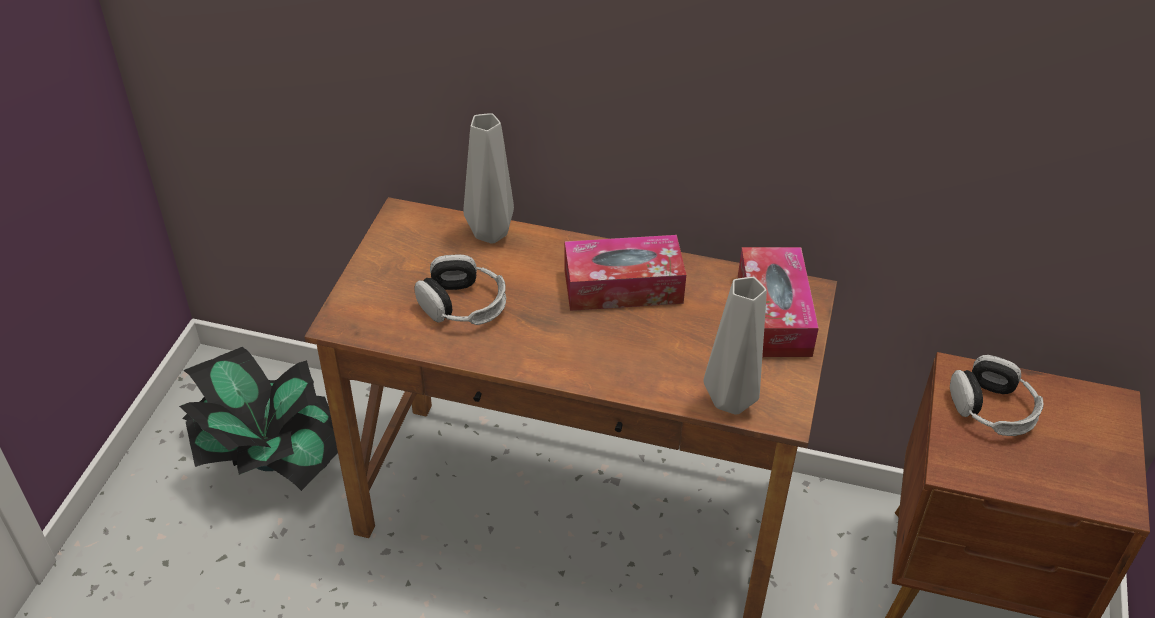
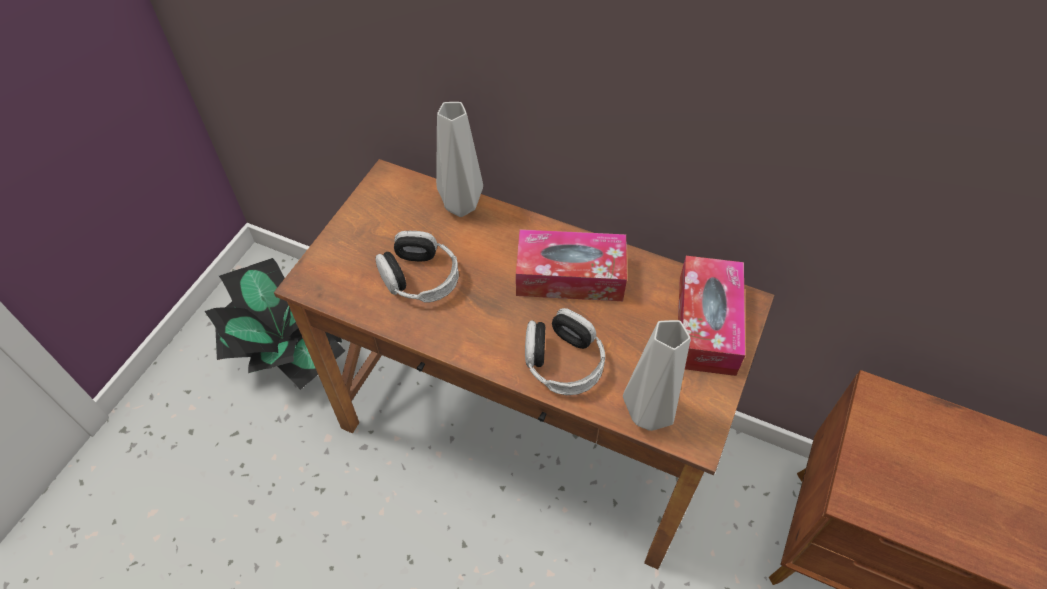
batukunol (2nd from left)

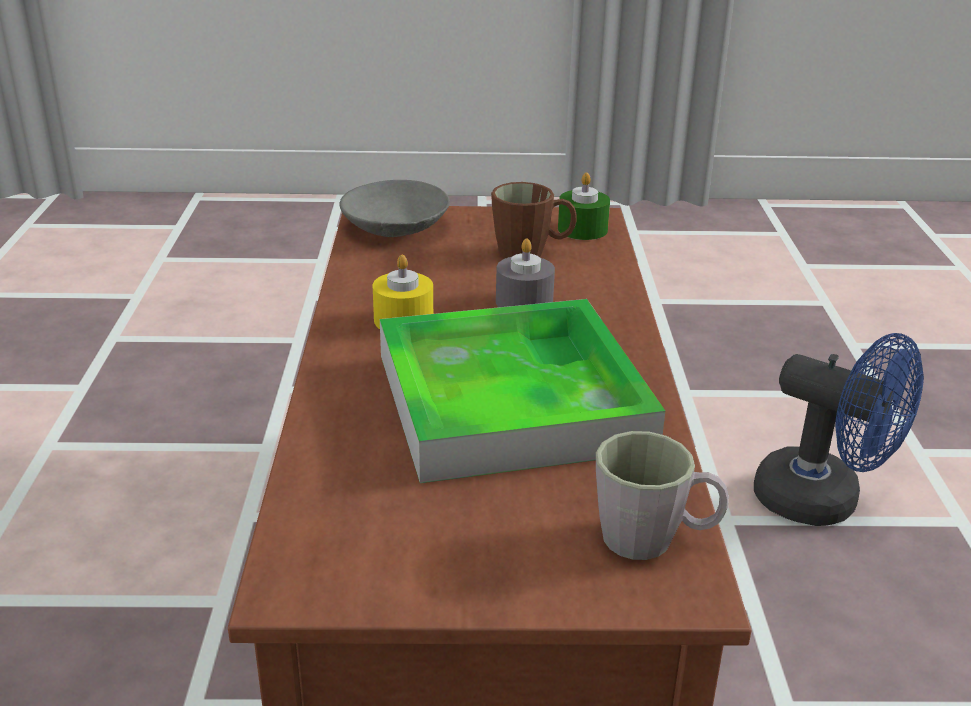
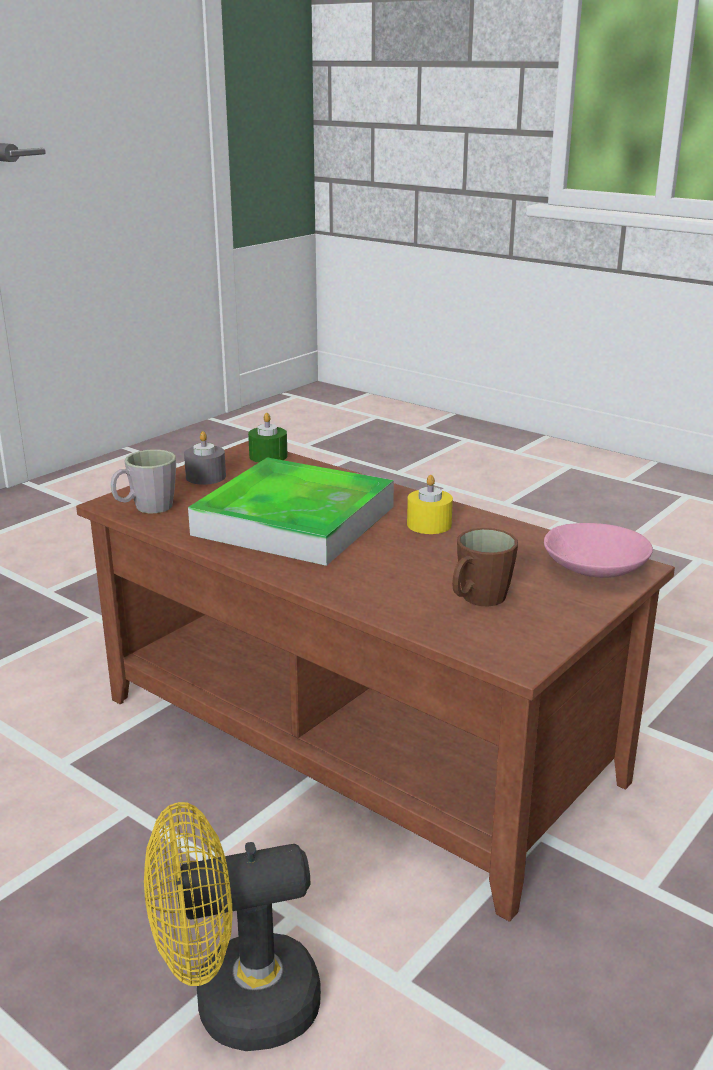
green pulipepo; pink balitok; grey pulipepo; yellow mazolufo

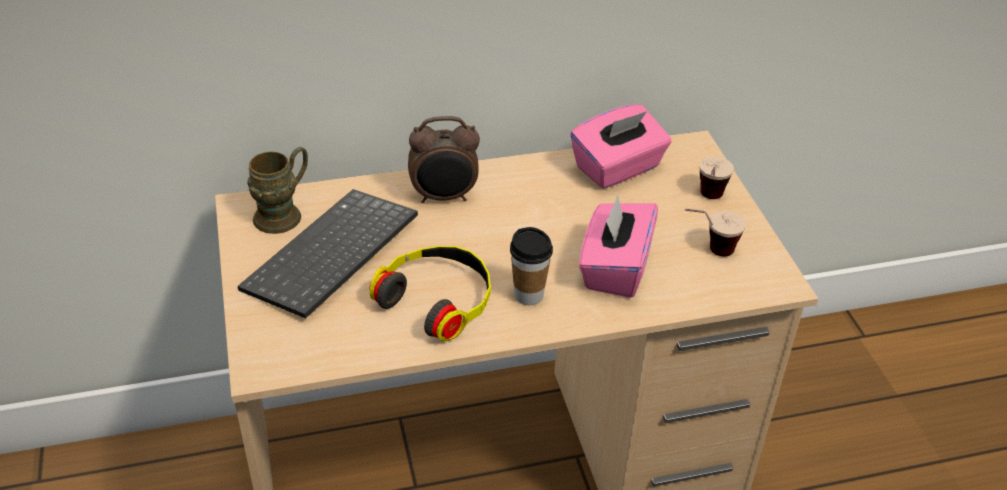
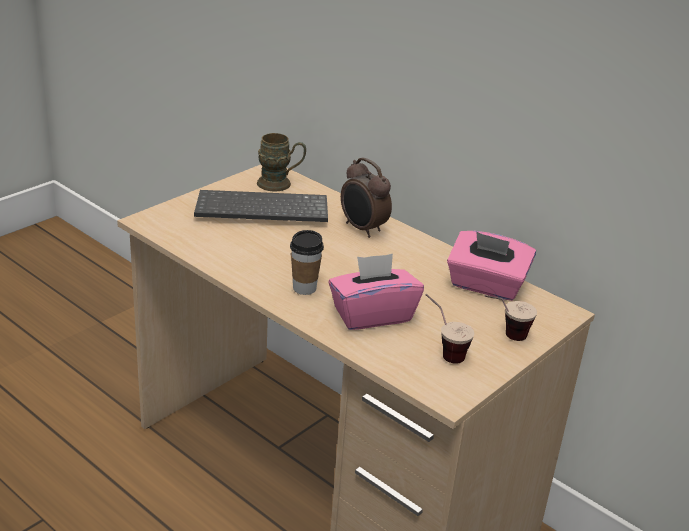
batukunol

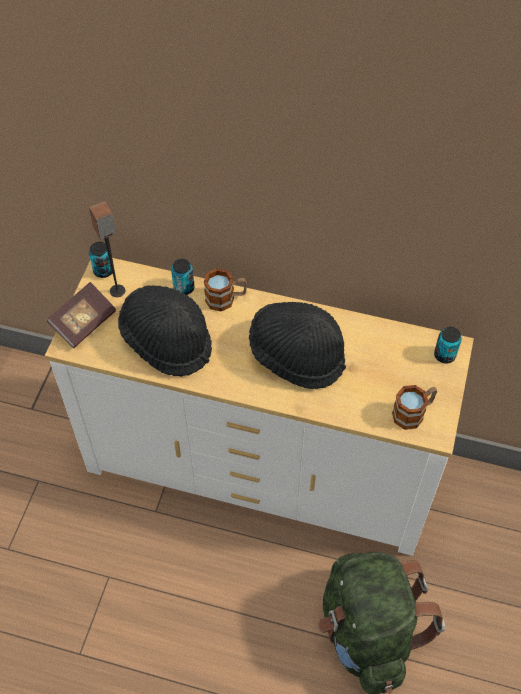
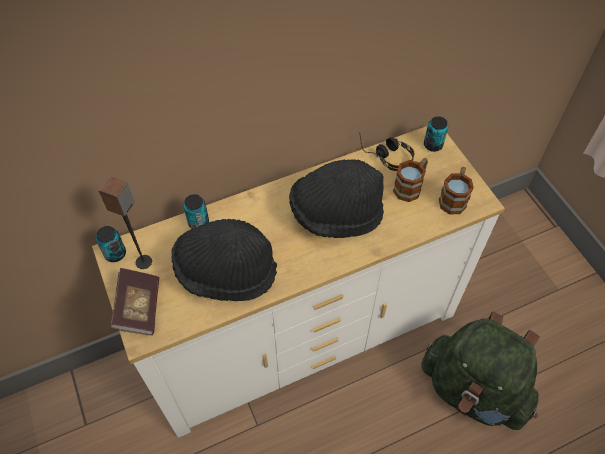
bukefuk (1st from left); batukunol

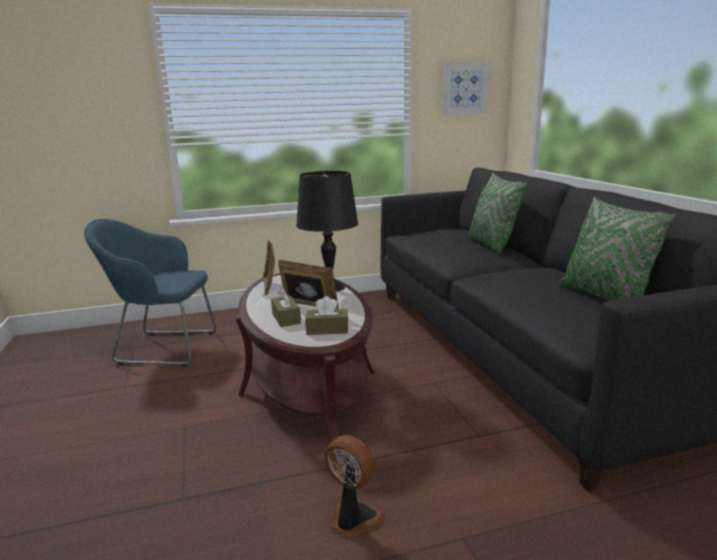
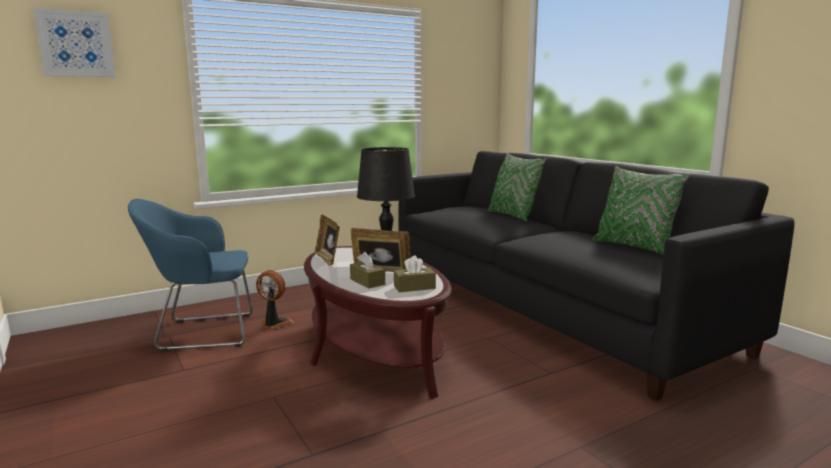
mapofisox; mazolufo

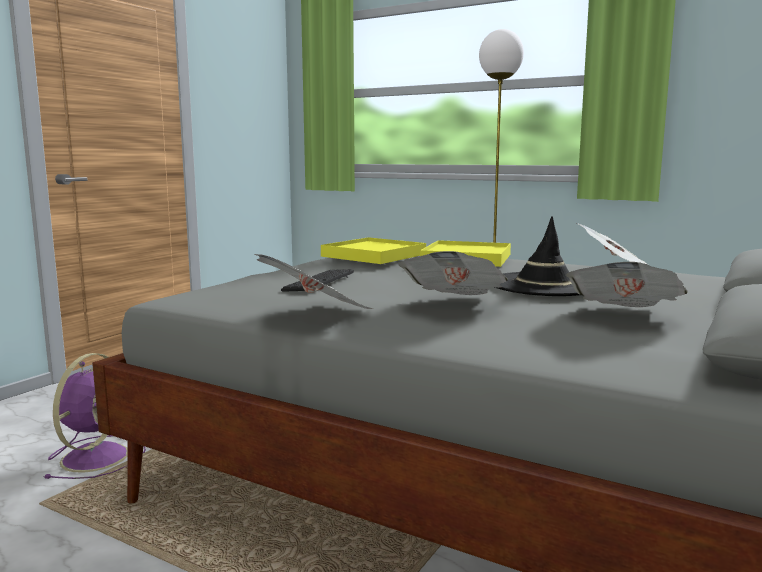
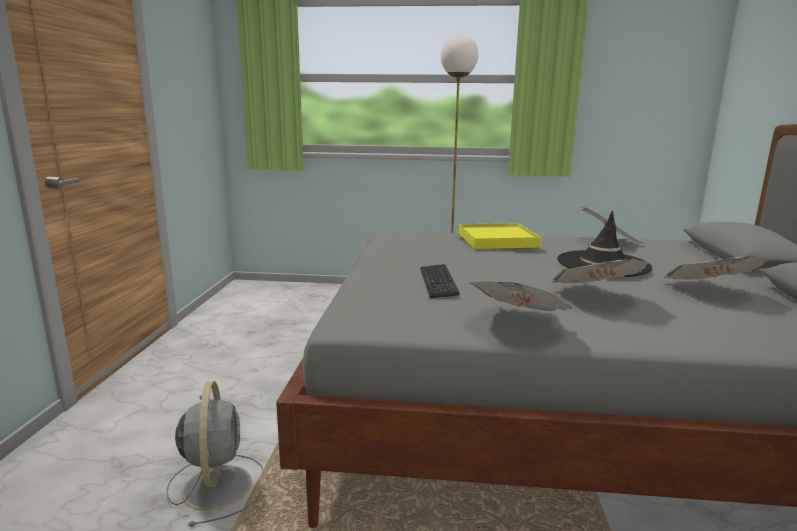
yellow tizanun (1st from left in the first image); grey mazolufo

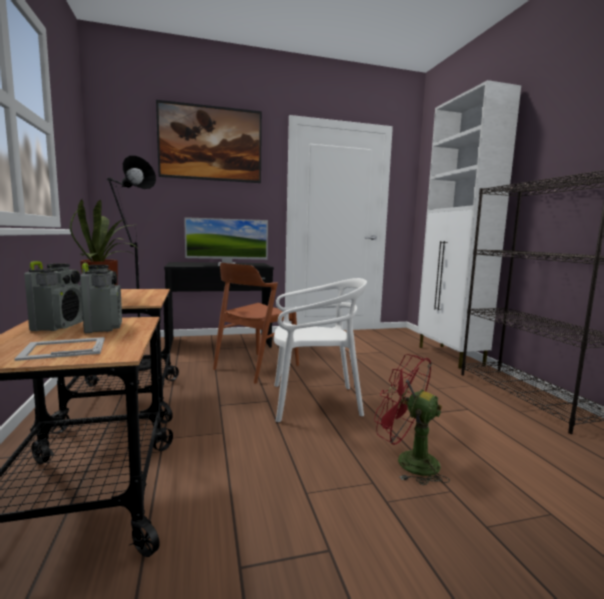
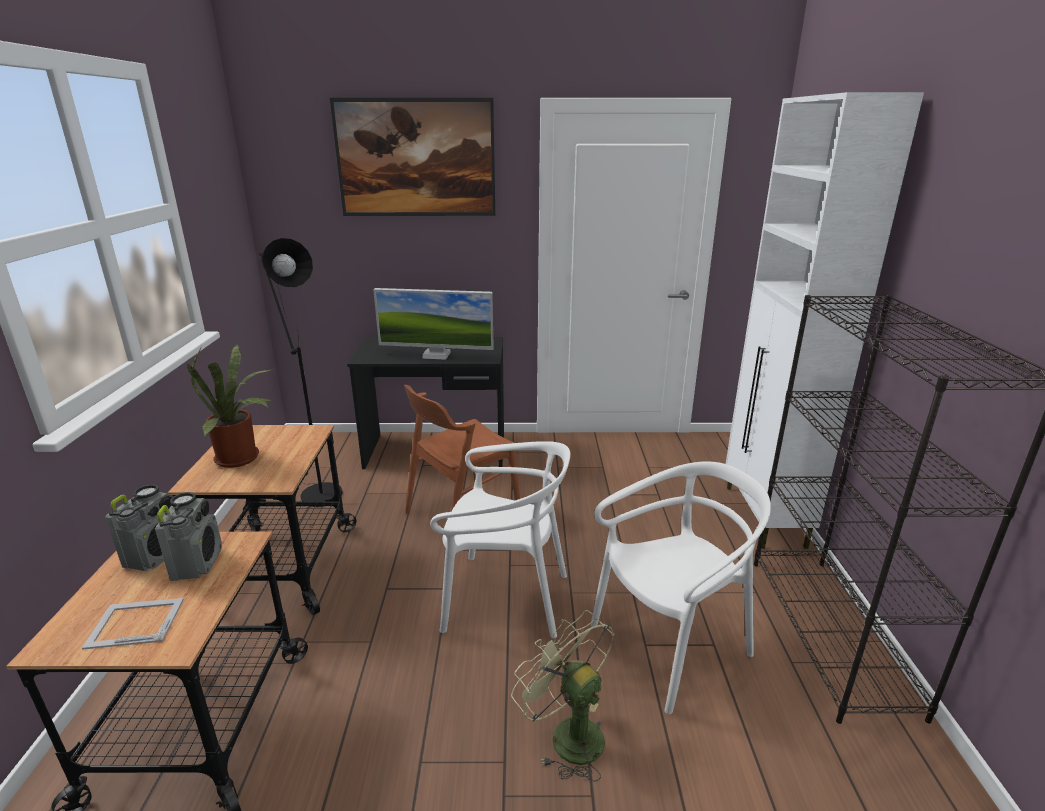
green mazolufo; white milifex (2nd from left)

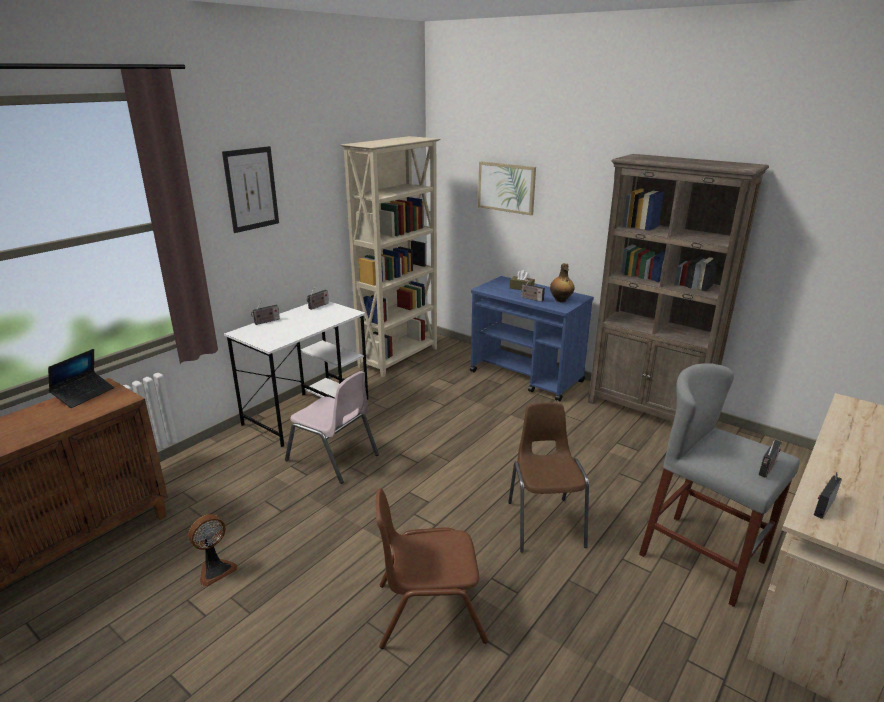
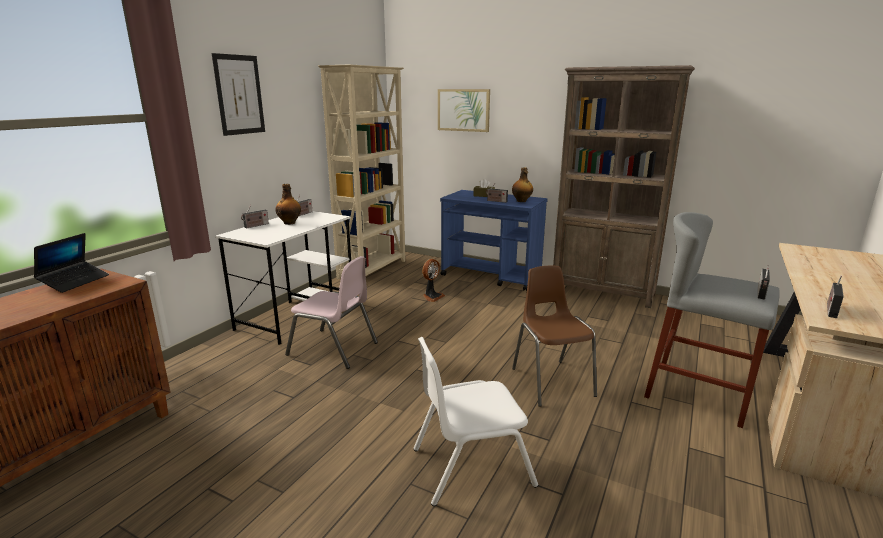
white milifex; mazolufo; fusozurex (1st from left)

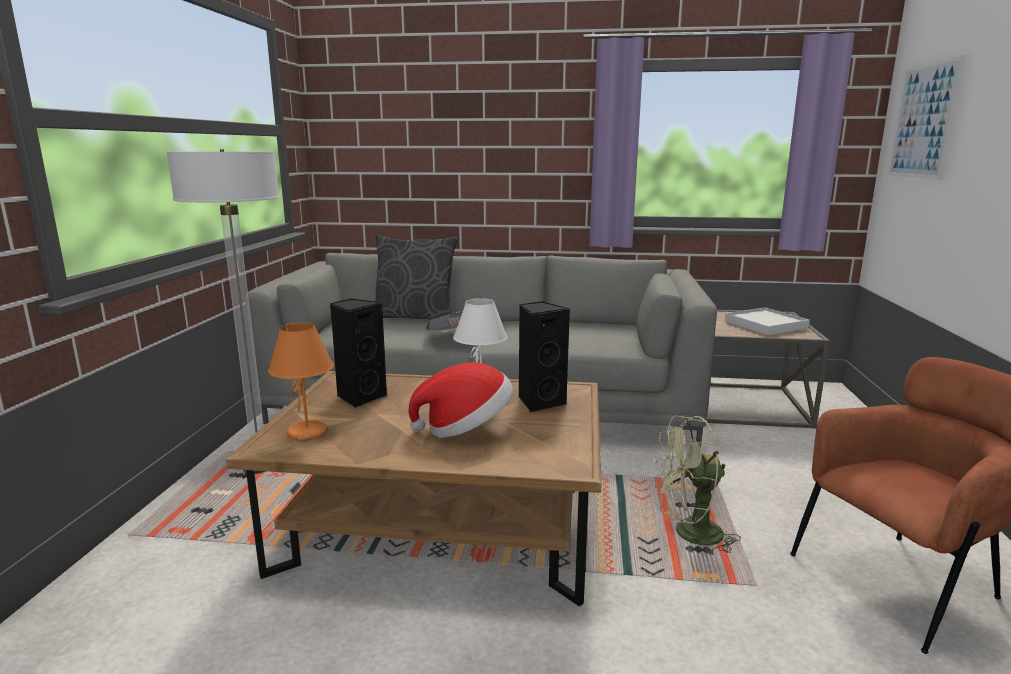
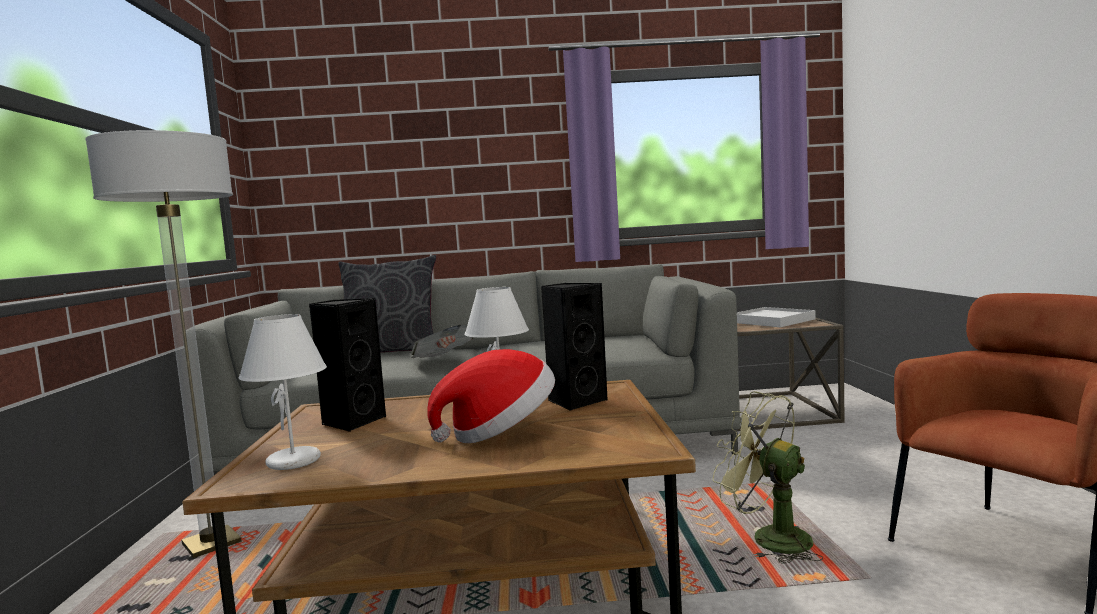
mapofisox; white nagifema (1st from left); green mazolufo

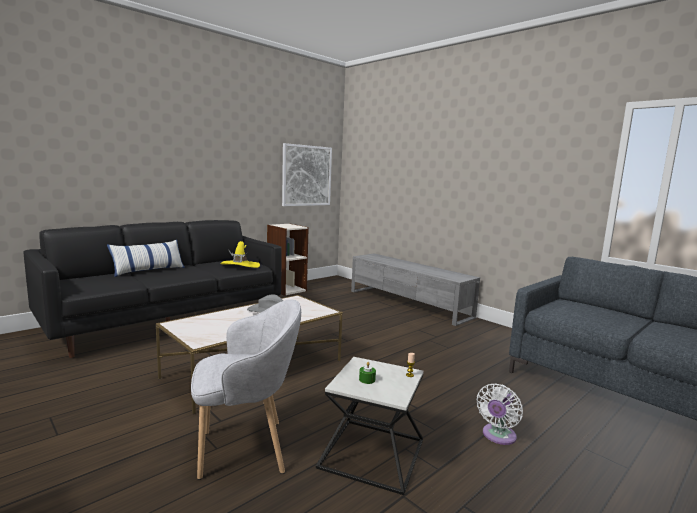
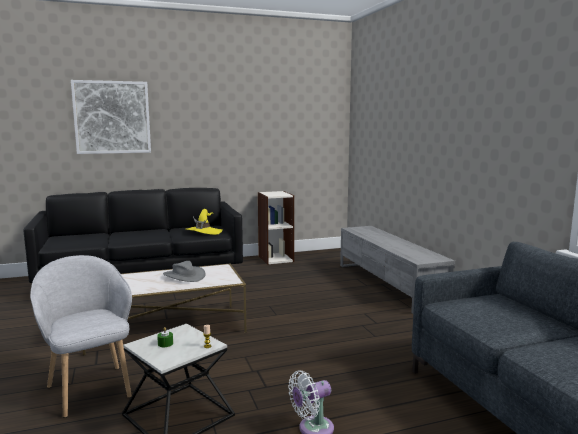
mapofisox; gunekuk; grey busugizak

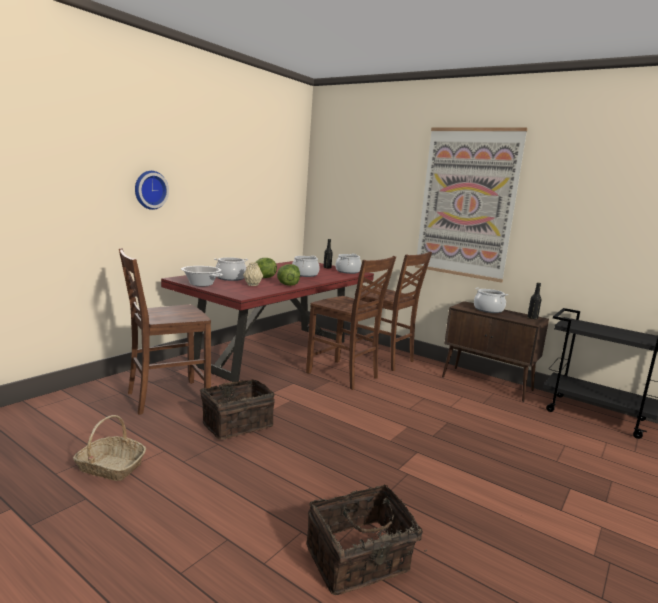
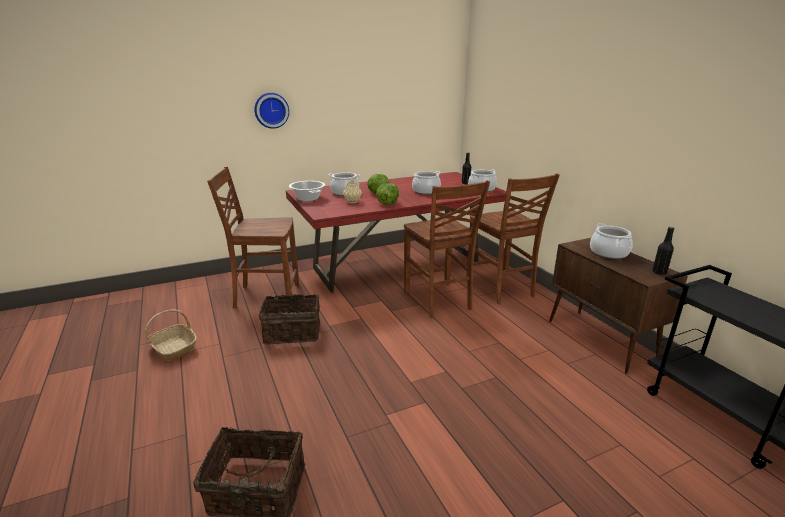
mapofisox

